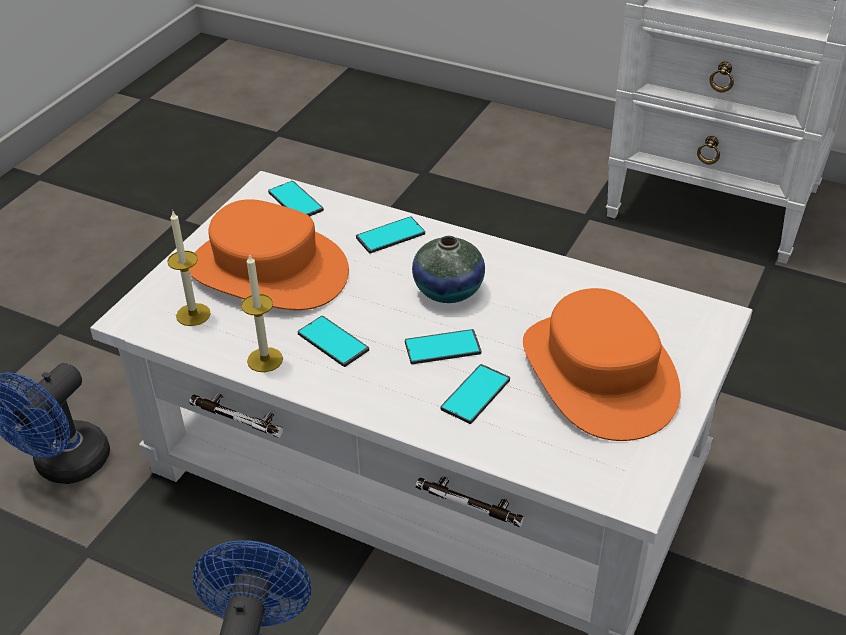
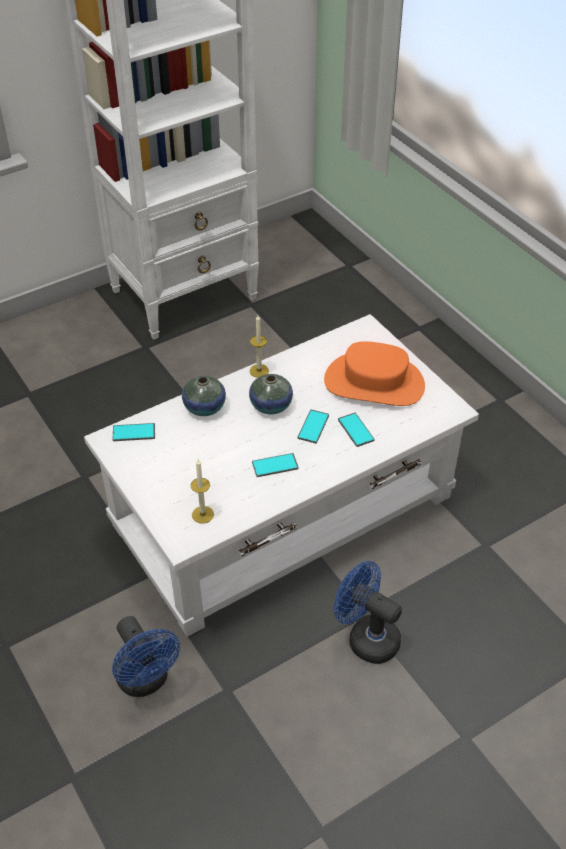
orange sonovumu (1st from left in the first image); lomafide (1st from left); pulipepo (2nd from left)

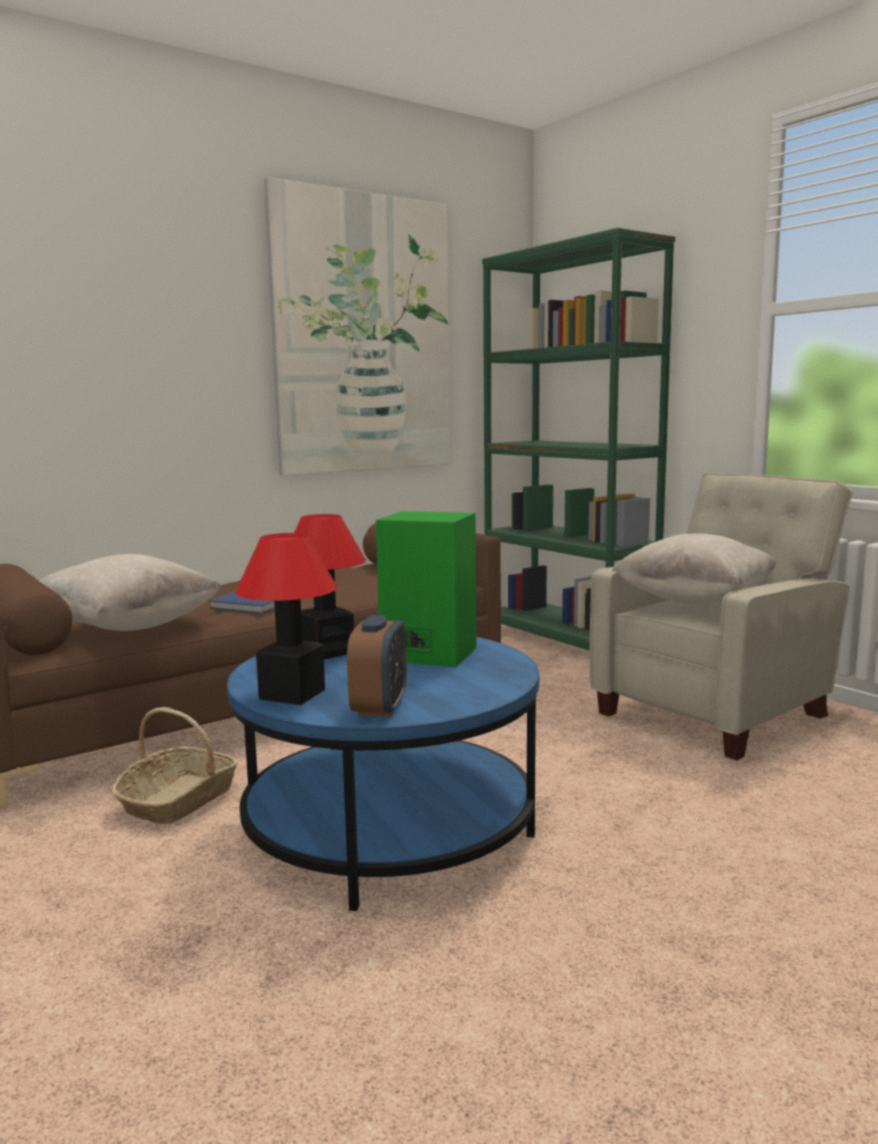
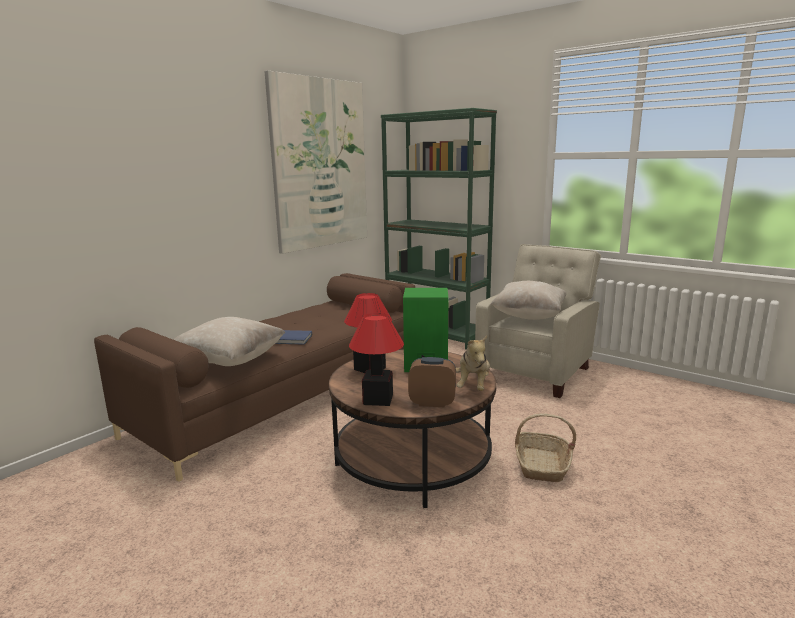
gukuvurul; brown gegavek; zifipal; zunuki

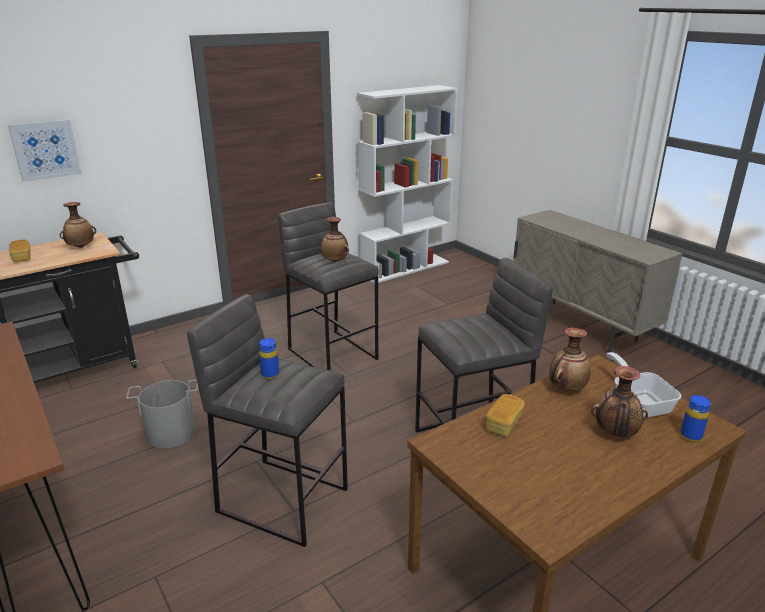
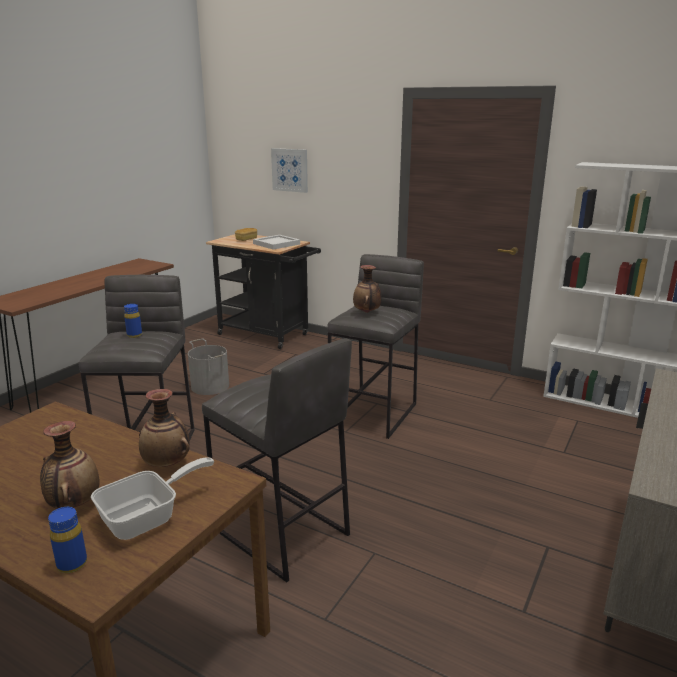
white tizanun; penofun (2nd from left in the first image)

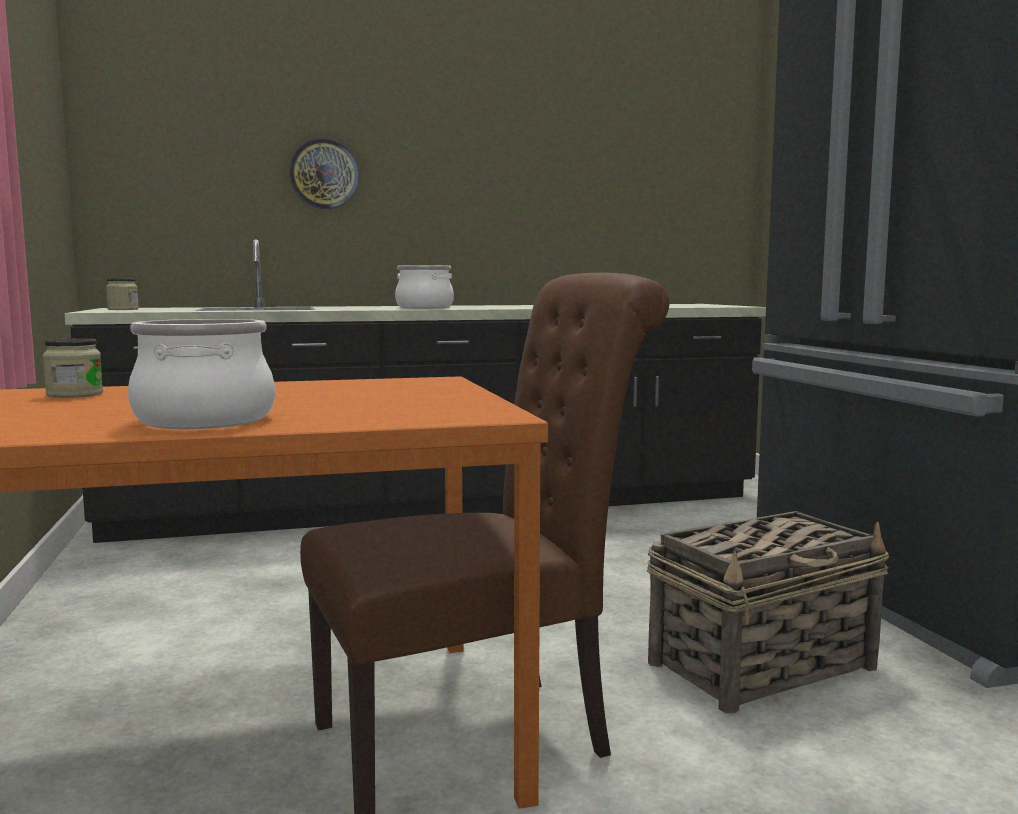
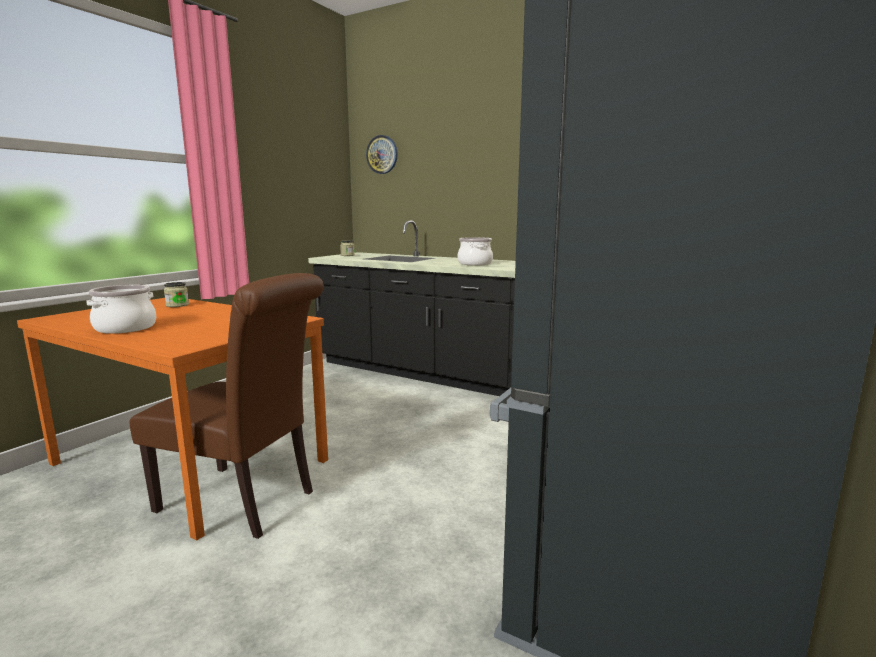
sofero; zifipal

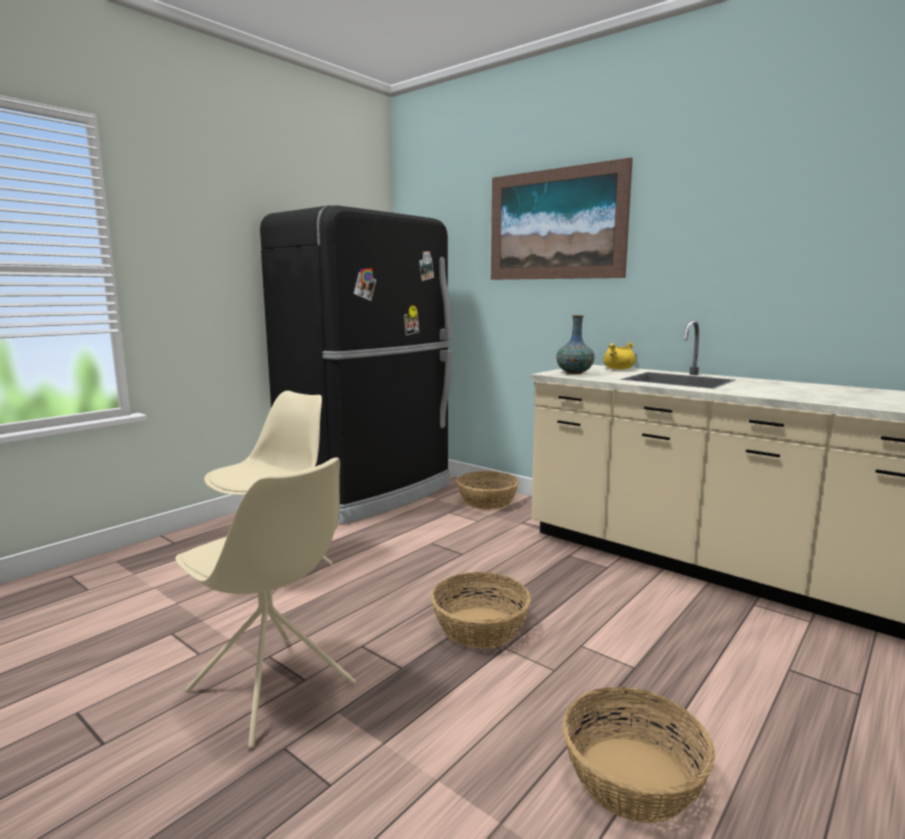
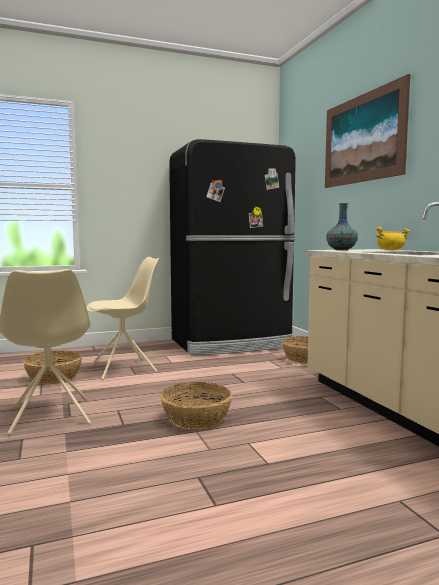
zifipal (1st from left)

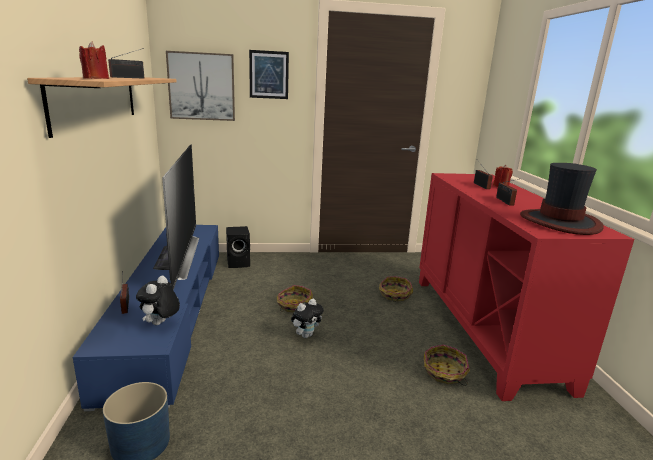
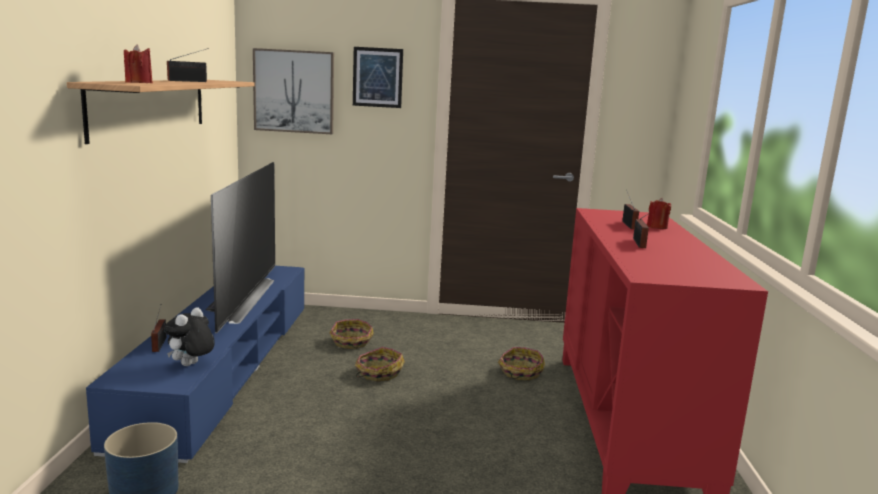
sonovumu; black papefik; zunuki (2nd from left in the first image); zifipal (1st from left)

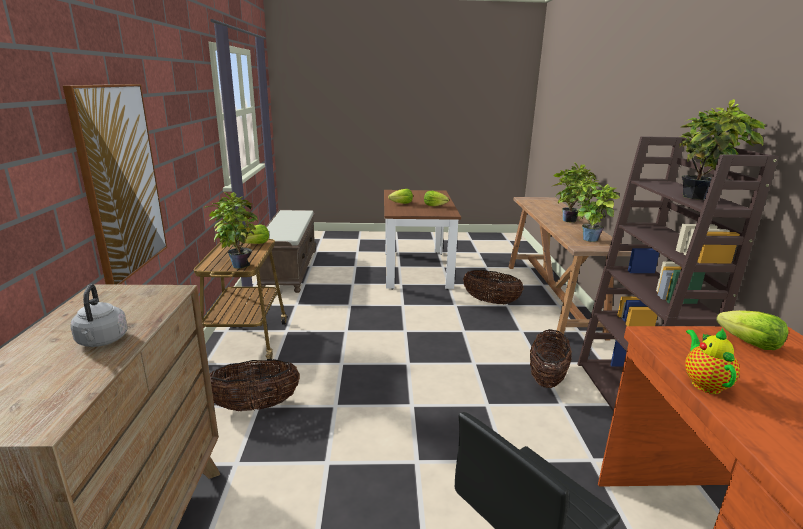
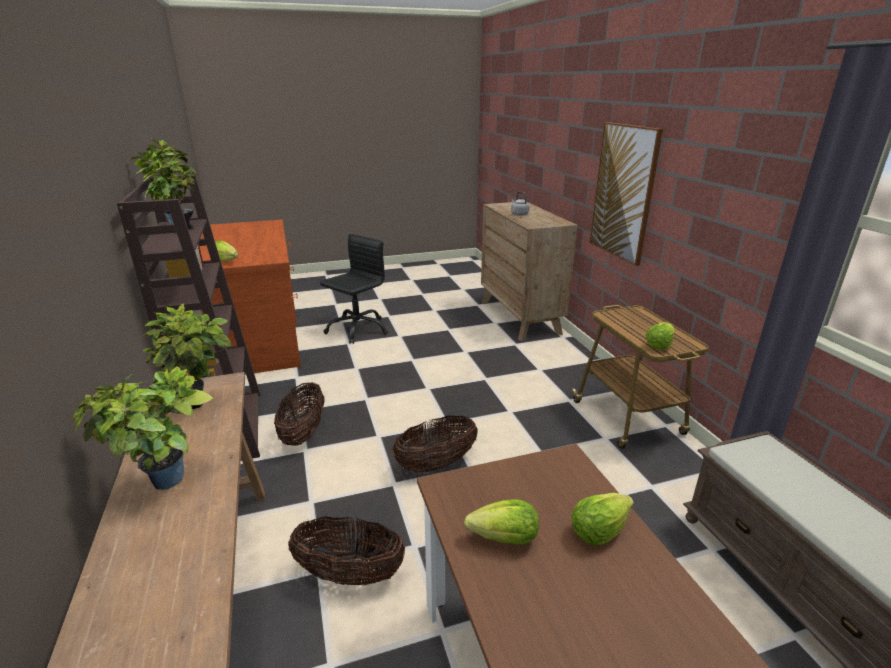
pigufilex (1st from left in the first image); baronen; zifipal (3rd from left)

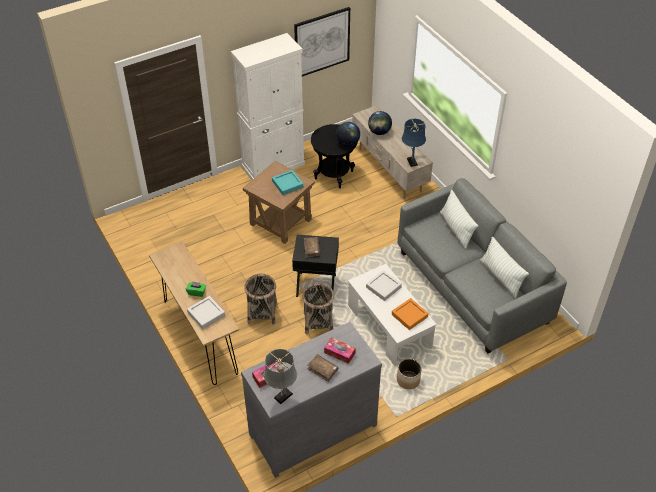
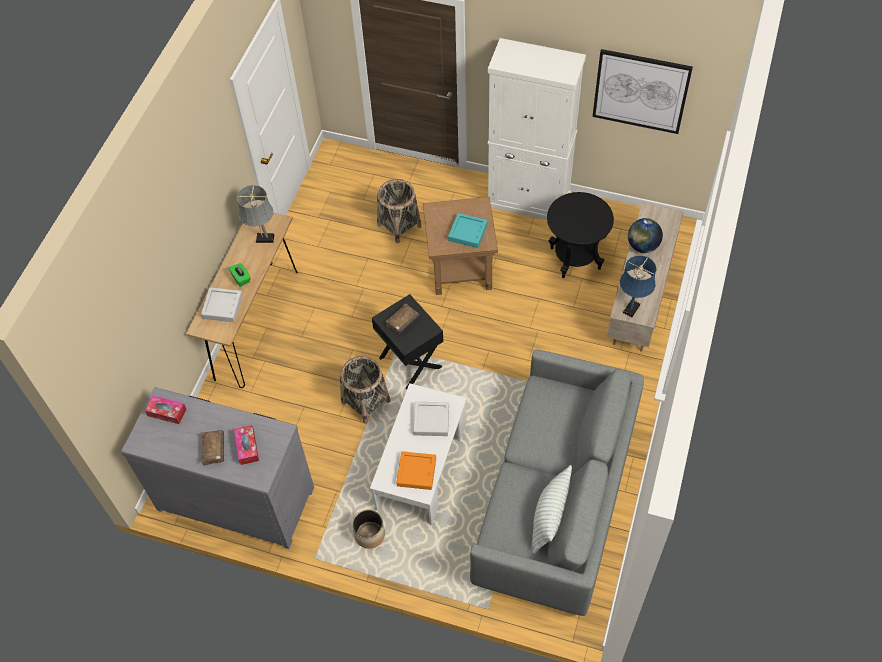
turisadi (1st from left in the first image); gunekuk (1st from left in the first image); zifipal (2nd from left); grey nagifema

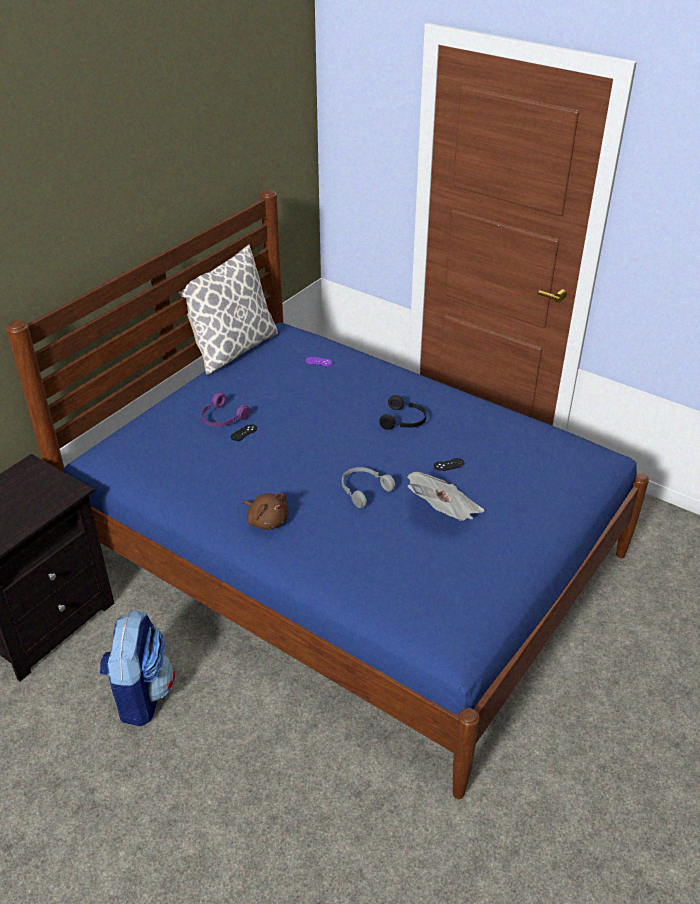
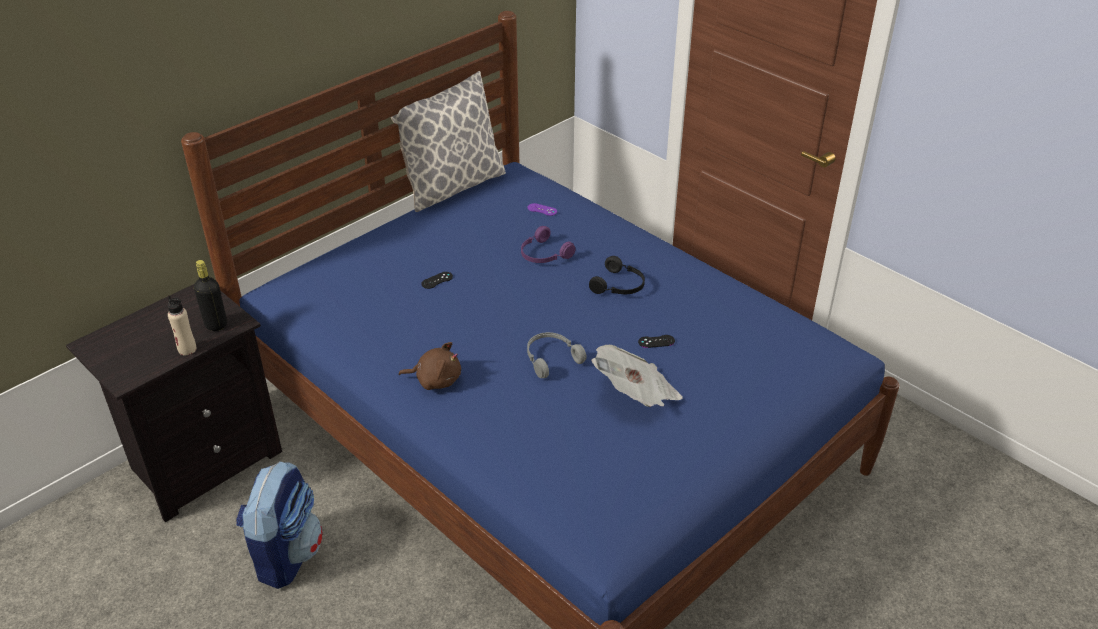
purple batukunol; brown zunuki; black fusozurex; beige fusozurex

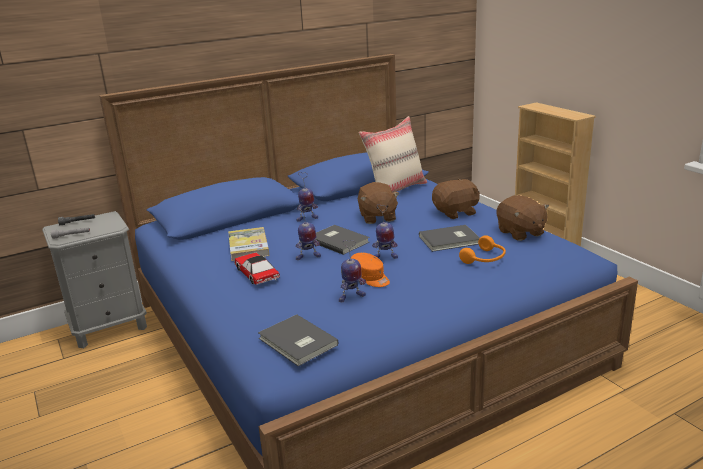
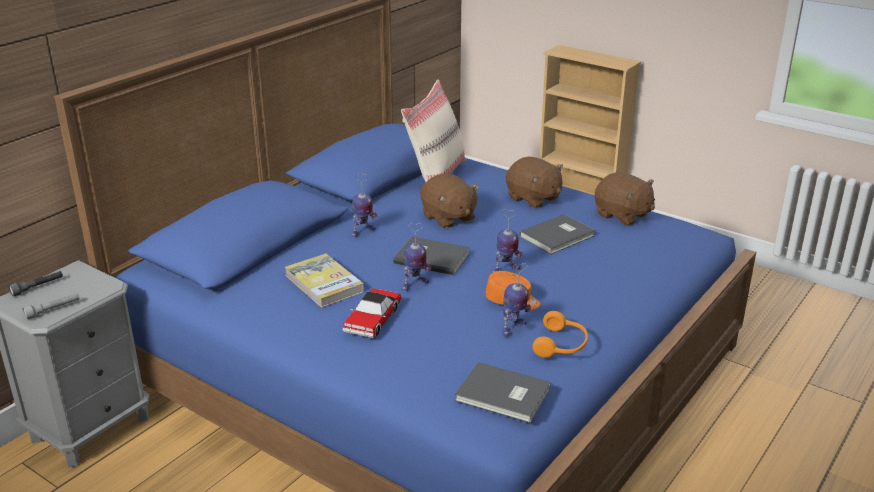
brown zunuki (2nd from left); orange batukunol; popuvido

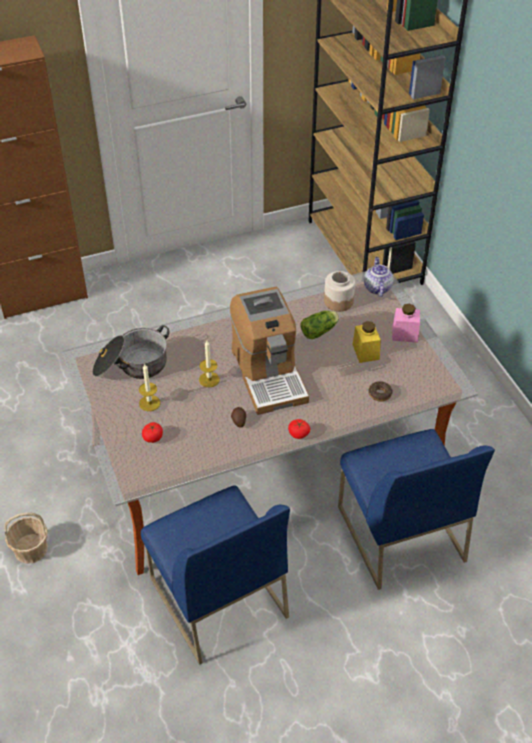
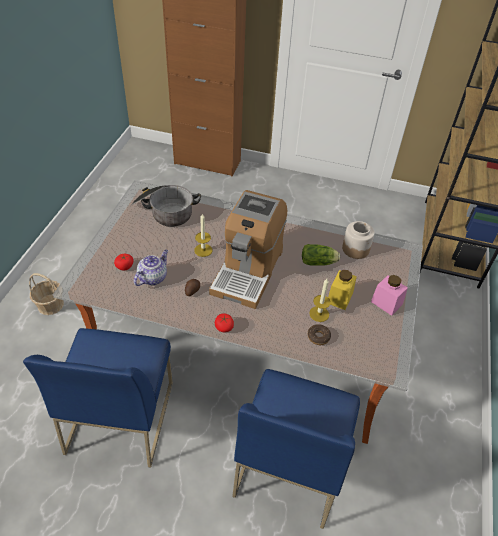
baronen; pulipepo (2nd from left)

